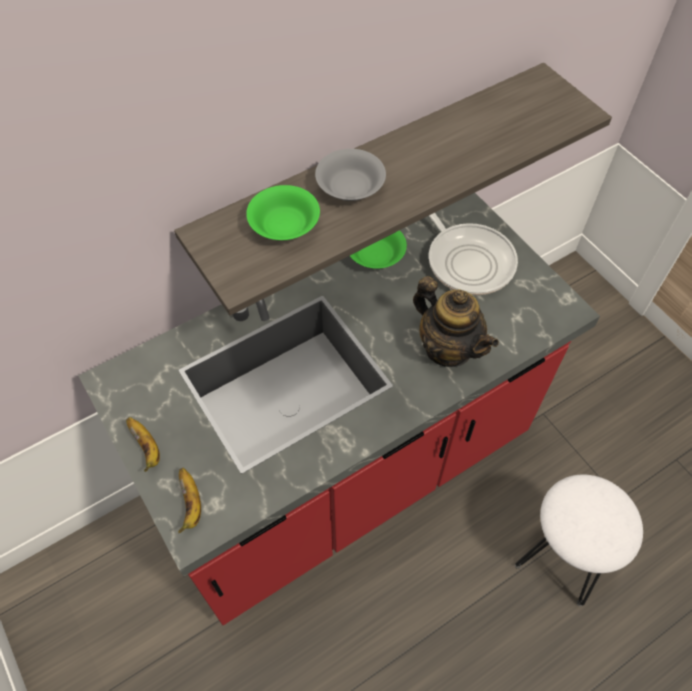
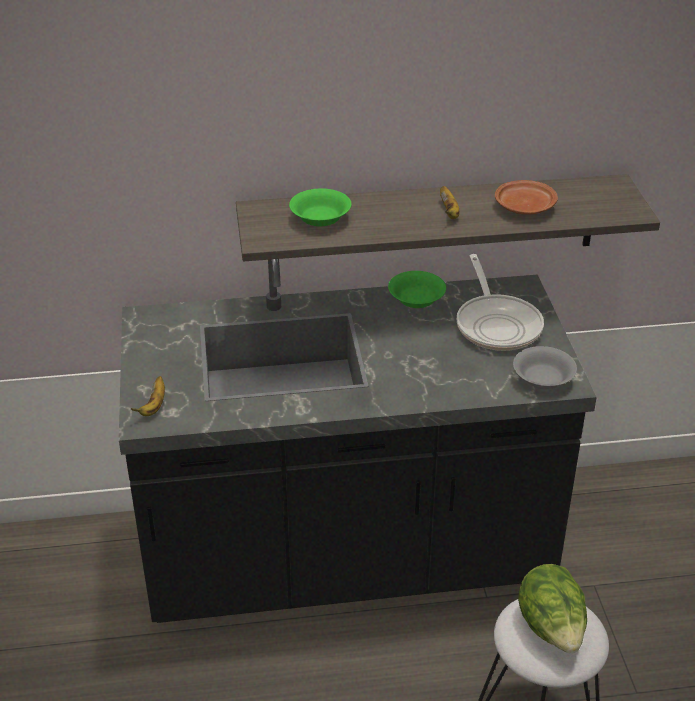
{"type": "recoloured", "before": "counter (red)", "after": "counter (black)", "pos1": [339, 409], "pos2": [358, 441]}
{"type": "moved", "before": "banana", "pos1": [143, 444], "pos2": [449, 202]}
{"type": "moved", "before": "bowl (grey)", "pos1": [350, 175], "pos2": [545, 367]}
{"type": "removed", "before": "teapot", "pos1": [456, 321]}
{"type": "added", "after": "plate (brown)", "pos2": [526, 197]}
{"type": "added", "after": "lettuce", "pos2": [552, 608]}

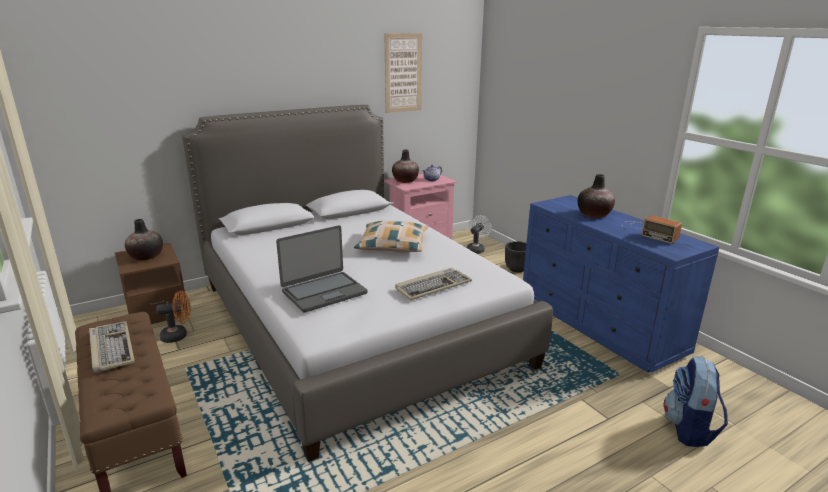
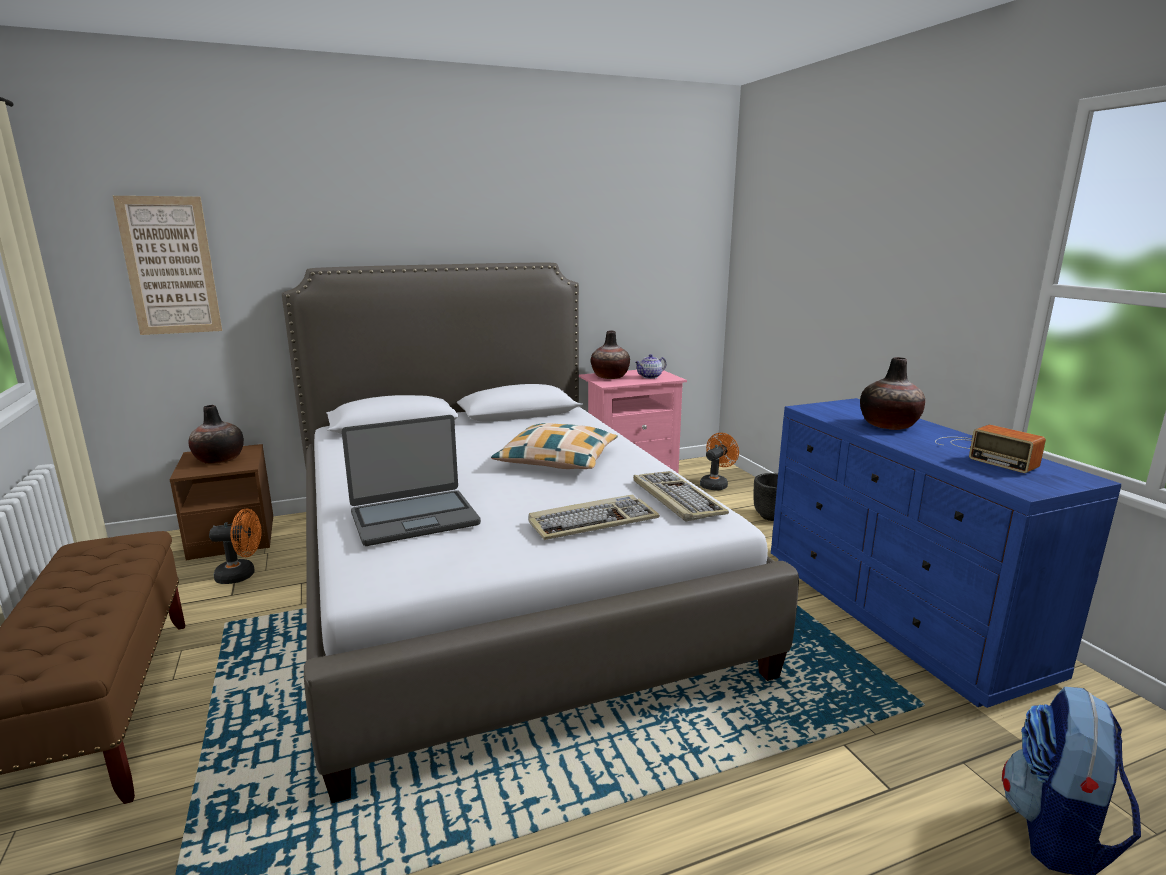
{"type": "moved", "before": "keyboard", "pos1": [112, 347], "pos2": [681, 496]}
{"type": "moved", "before": "picture", "pos1": [403, 73], "pos2": [167, 265]}
{"type": "recoloured", "before": "fan (white)", "after": "fan (orange)", "pos1": [479, 234], "pos2": [719, 462]}

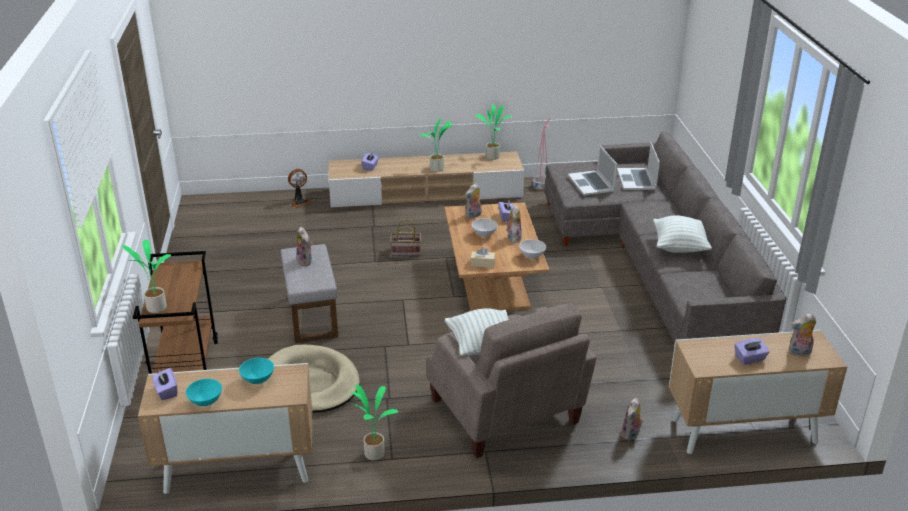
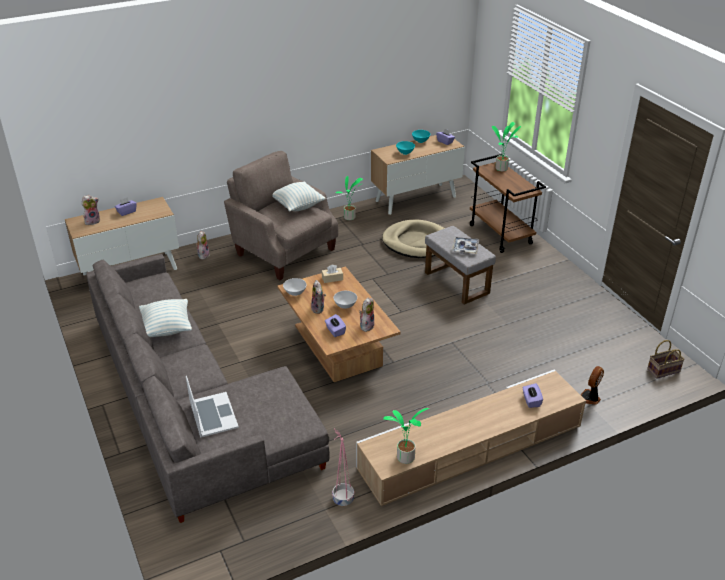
{"type": "replaced", "before": "plush toy", "after": "tray", "pos1": [304, 246], "pos2": [466, 245]}
{"type": "moved", "before": "basket", "pos1": [405, 237], "pos2": [666, 359]}
{"type": "removed", "before": "potted plant", "pos1": [435, 145]}
{"type": "removed", "before": "laptop", "pos1": [592, 170]}

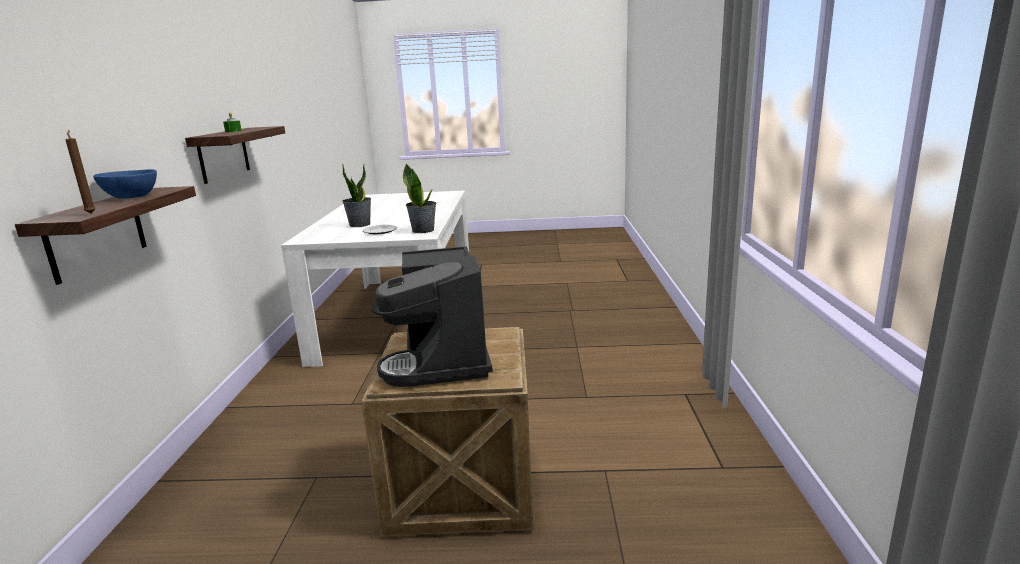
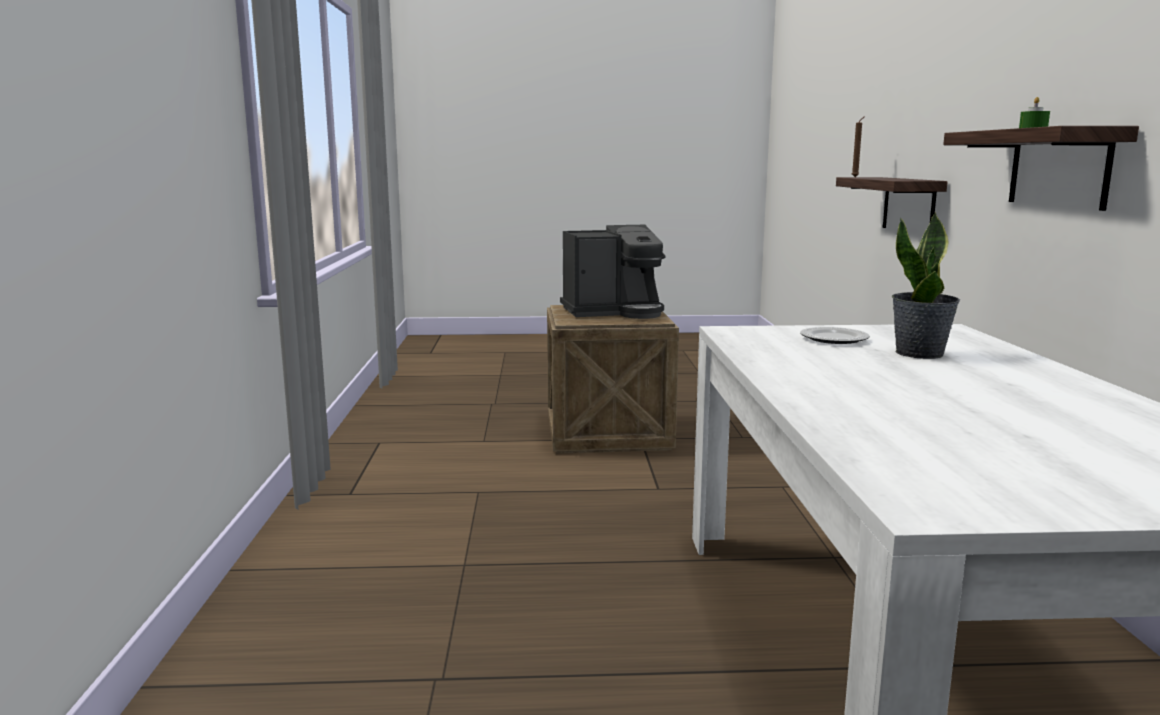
{"type": "removed", "before": "bowl (blue)", "pos1": [125, 184]}
{"type": "turned", "before": "coffee machine", "pos1": [432, 316], "pos2": [613, 272], "turn": 90}
{"type": "removed", "before": "potted plant", "pos1": [419, 198]}

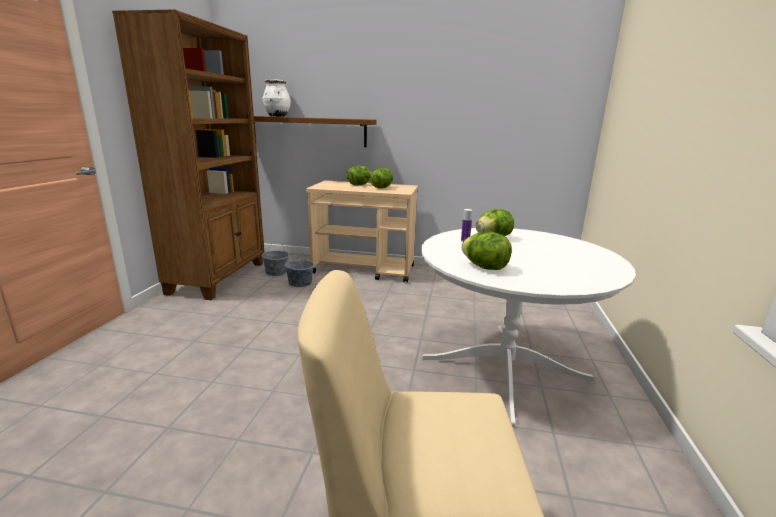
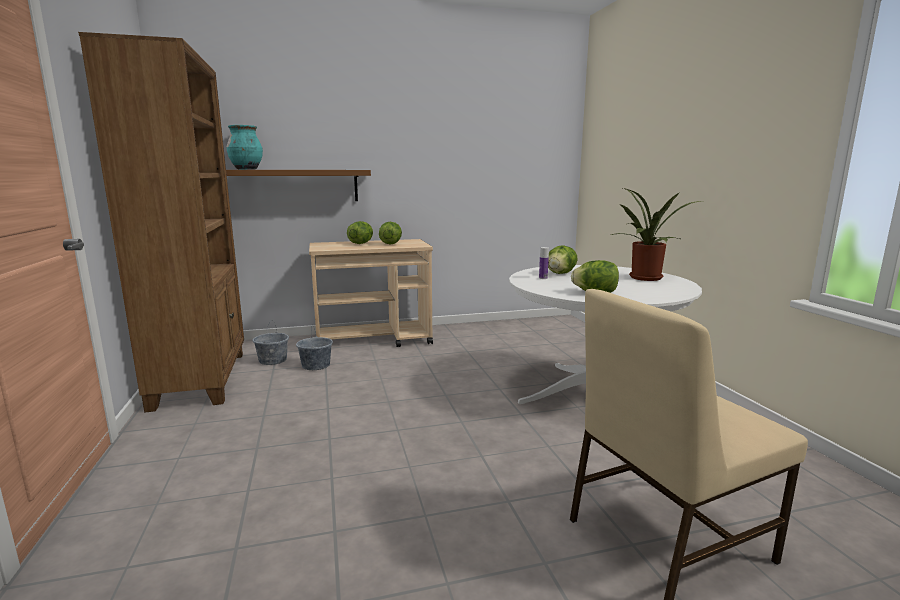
{"type": "recoloured", "before": "vase (white)", "after": "vase (turquoise)", "pos1": [277, 98], "pos2": [244, 147]}
{"type": "added", "after": "potted plant", "pos2": [656, 234]}

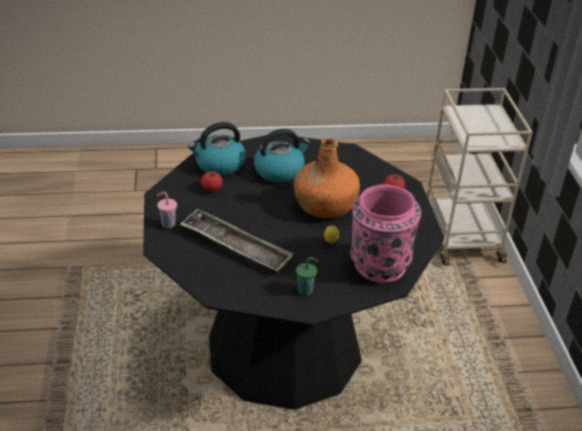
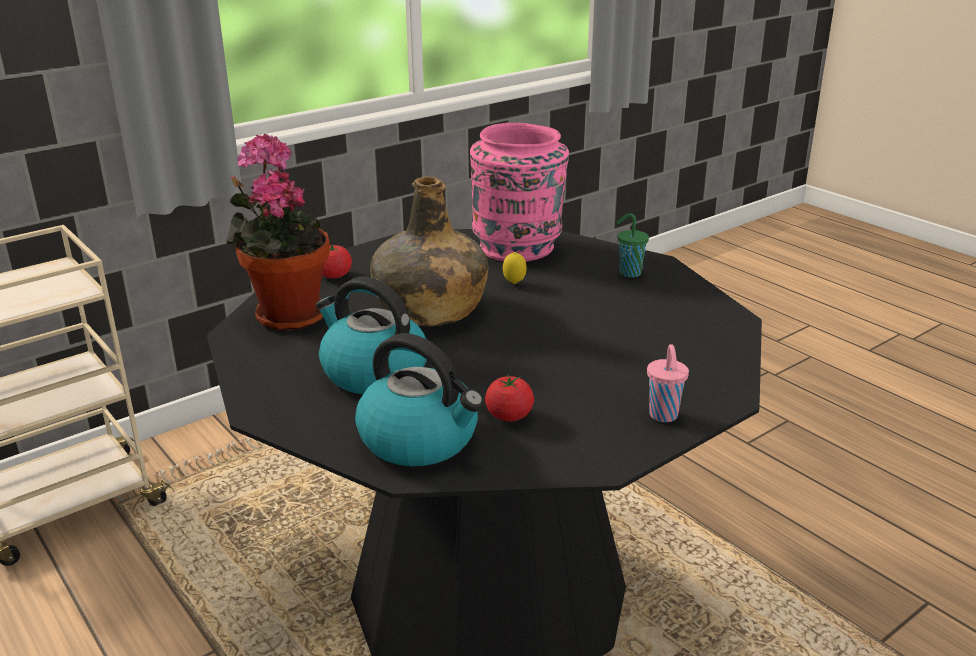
{"type": "removed", "before": "tray", "pos1": [237, 242]}
{"type": "recoloured", "before": "bottle (orange)", "after": "bottle (green)", "pos1": [327, 178], "pos2": [429, 251]}
{"type": "added", "after": "potted plant", "pos2": [278, 232]}

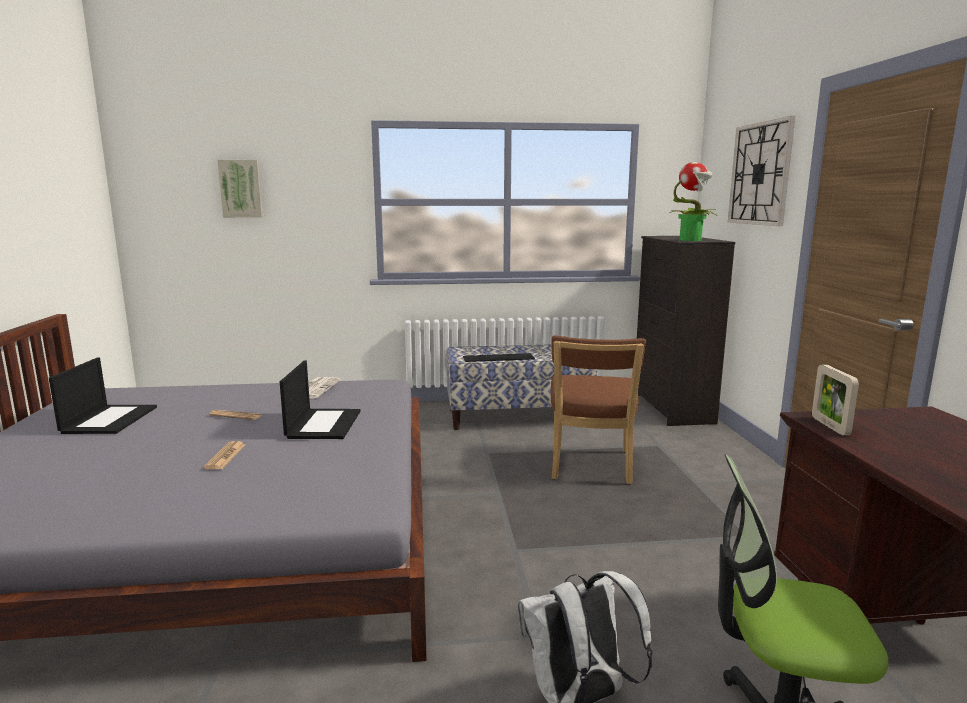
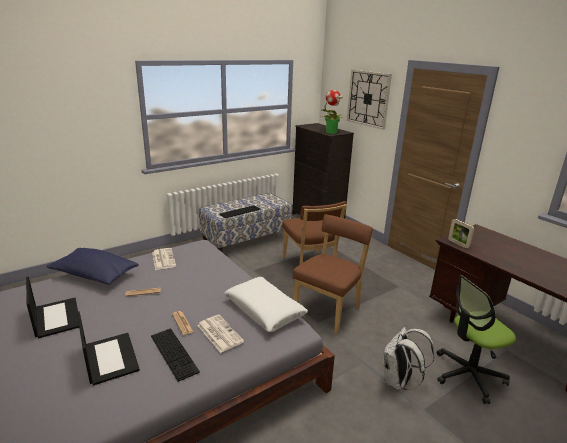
{"type": "removed", "before": "picture", "pos1": [240, 189]}
{"type": "moved", "before": "laptop", "pos1": [320, 399], "pos2": [108, 348]}
{"type": "added", "after": "pillow (blue)", "pos2": [92, 266]}
{"type": "added", "after": "keyboard", "pos2": [175, 355]}
{"type": "added", "after": "newspaper", "pos2": [220, 334]}
{"type": "added", "after": "pillow (white)", "pos2": [266, 304]}
{"type": "added", "after": "chair (brown)", "pos2": [333, 274]}

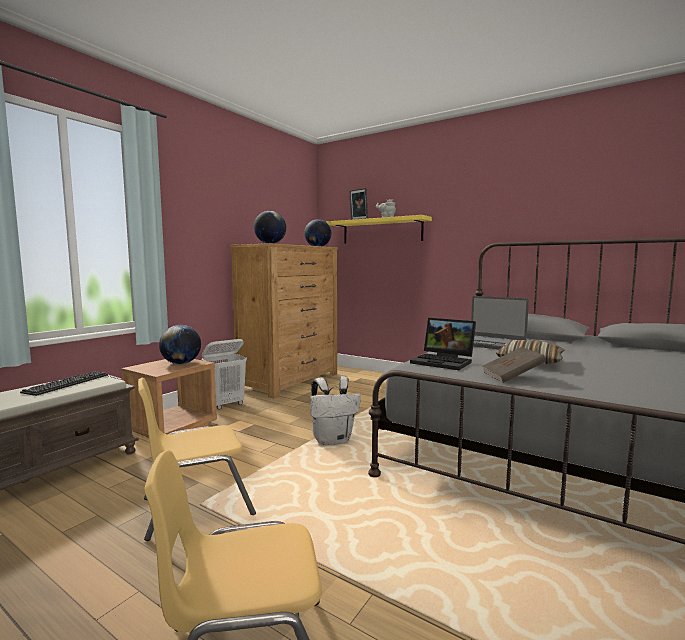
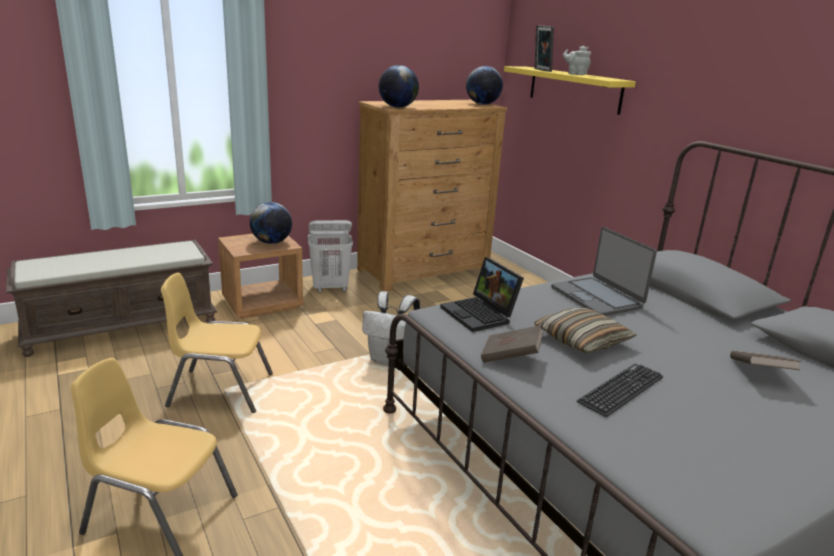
{"type": "moved", "before": "keyboard", "pos1": [64, 383], "pos2": [620, 390]}
{"type": "added", "after": "book (brown)", "pos2": [765, 360]}

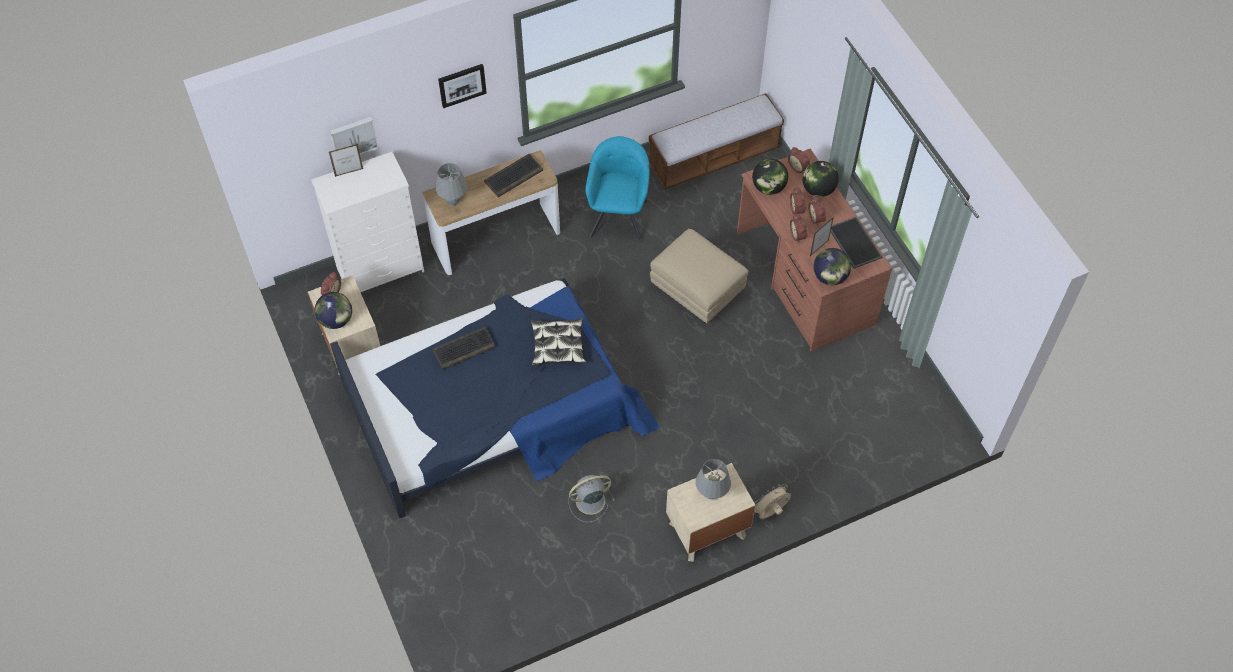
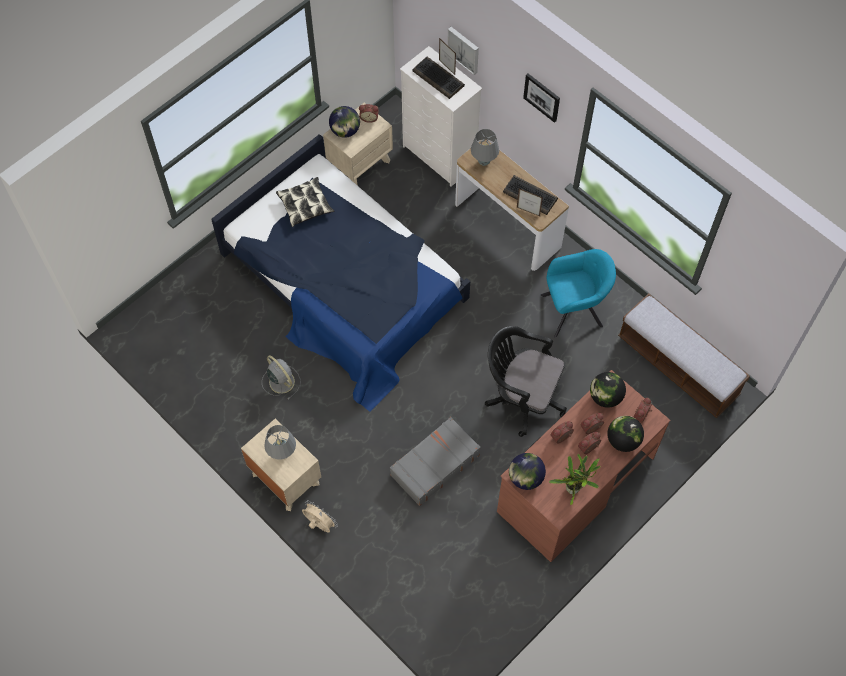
{"type": "moved", "before": "keyboard", "pos1": [464, 348], "pos2": [438, 78]}
{"type": "moved", "before": "pillow", "pos1": [558, 342], "pos2": [305, 202]}
{"type": "replaced", "before": "ottoman (beige)", "after": "office chair (black)", "pos1": [699, 276], "pos2": [526, 381]}
{"type": "moved", "before": "picture frame", "pos1": [821, 237], "pos2": [530, 202]}
{"type": "replaced", "before": "tray", "after": "potted plant", "pos1": [856, 243], "pos2": [575, 479]}
{"type": "added", "after": "suitcase (grey)", "pos2": [435, 461]}

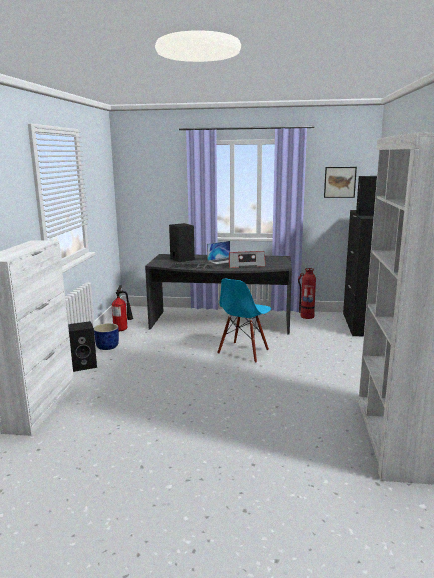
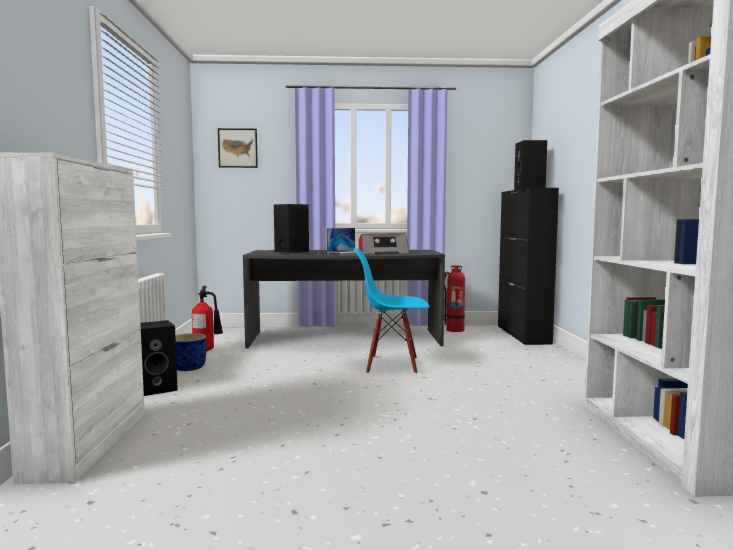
{"type": "turned", "before": "chair (blue)", "pos1": [244, 321], "pos2": [391, 311], "turn": 75}
{"type": "moved", "before": "picture", "pos1": [340, 182], "pos2": [238, 148]}

